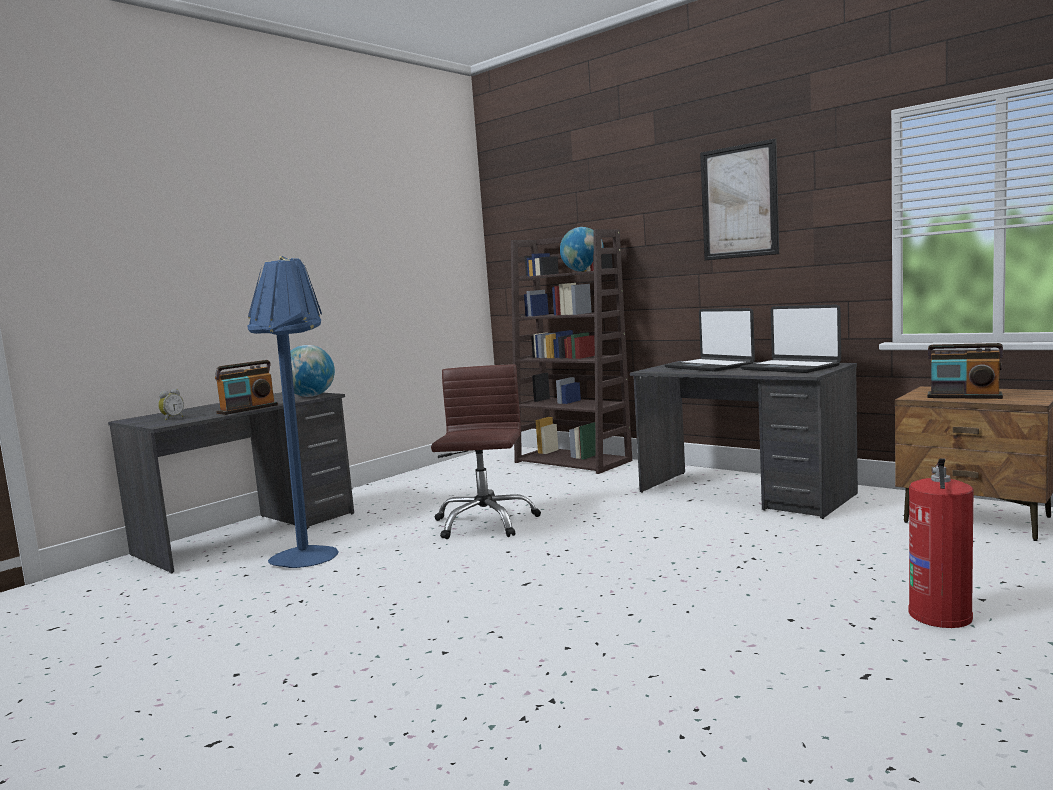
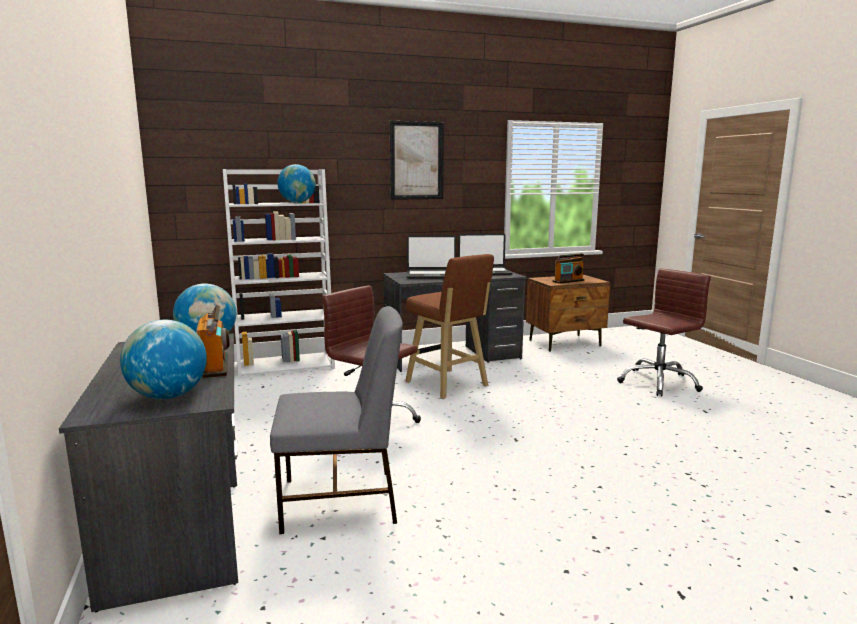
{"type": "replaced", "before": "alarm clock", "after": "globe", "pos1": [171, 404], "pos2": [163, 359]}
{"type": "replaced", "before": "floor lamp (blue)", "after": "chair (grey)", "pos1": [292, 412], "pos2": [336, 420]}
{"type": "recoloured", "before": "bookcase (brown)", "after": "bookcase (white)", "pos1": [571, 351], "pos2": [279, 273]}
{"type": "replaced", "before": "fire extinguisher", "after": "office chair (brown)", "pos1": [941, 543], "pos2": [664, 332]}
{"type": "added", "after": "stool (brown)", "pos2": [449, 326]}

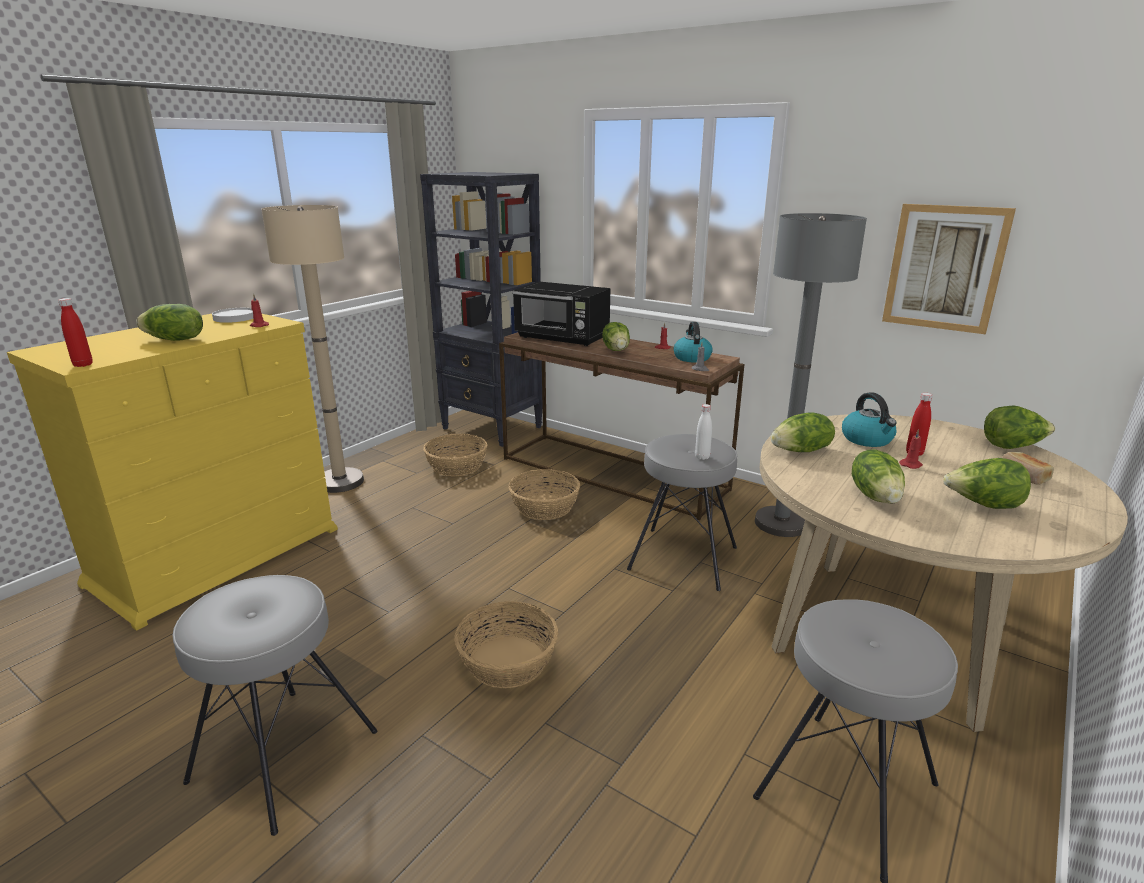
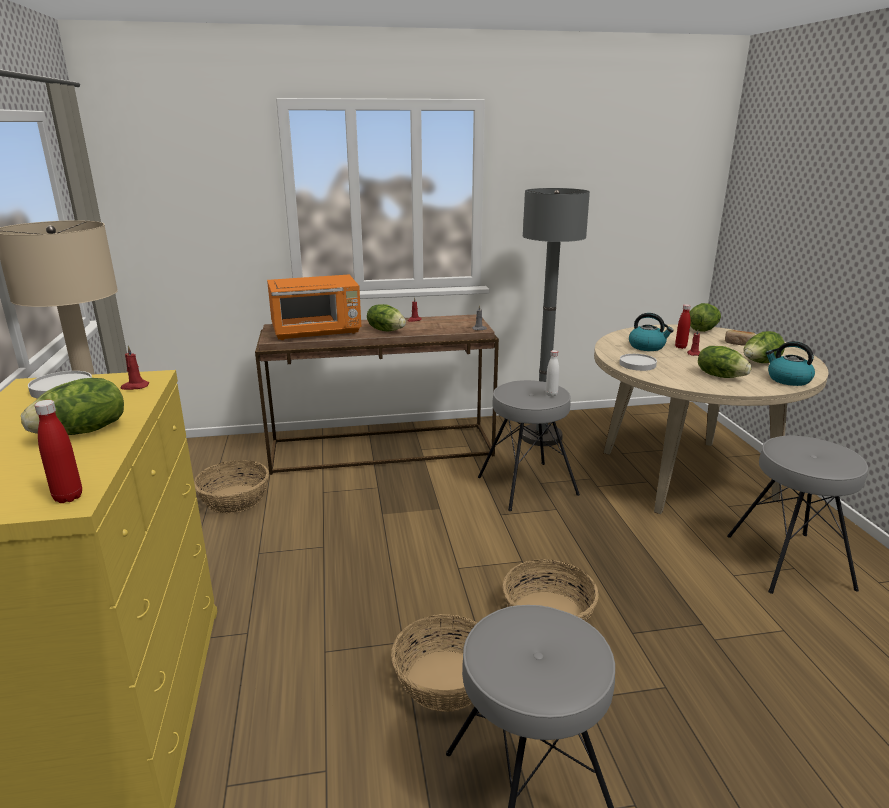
{"type": "removed", "before": "bookcase (black)", "pos1": [481, 309]}
{"type": "moved", "before": "basket", "pos1": [544, 494], "pos2": [434, 663]}
{"type": "recoloured", "before": "microwave (black)", "after": "microwave (orange)", "pos1": [561, 314], "pos2": [314, 307]}
{"type": "moved", "before": "kettle", "pos1": [693, 342], "pos2": [790, 363]}
{"type": "replaced", "before": "lettuce", "after": "plate (white)", "pos1": [803, 432], "pos2": [638, 362]}
{"type": "removed", "before": "picture", "pos1": [949, 269]}

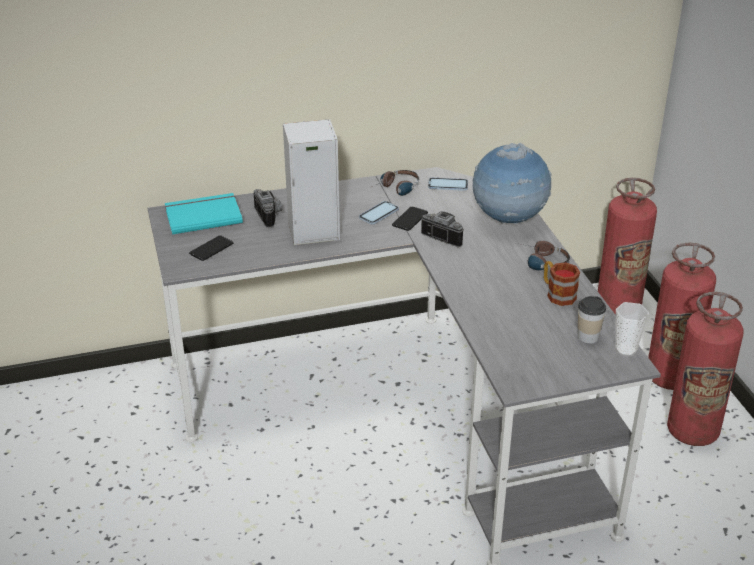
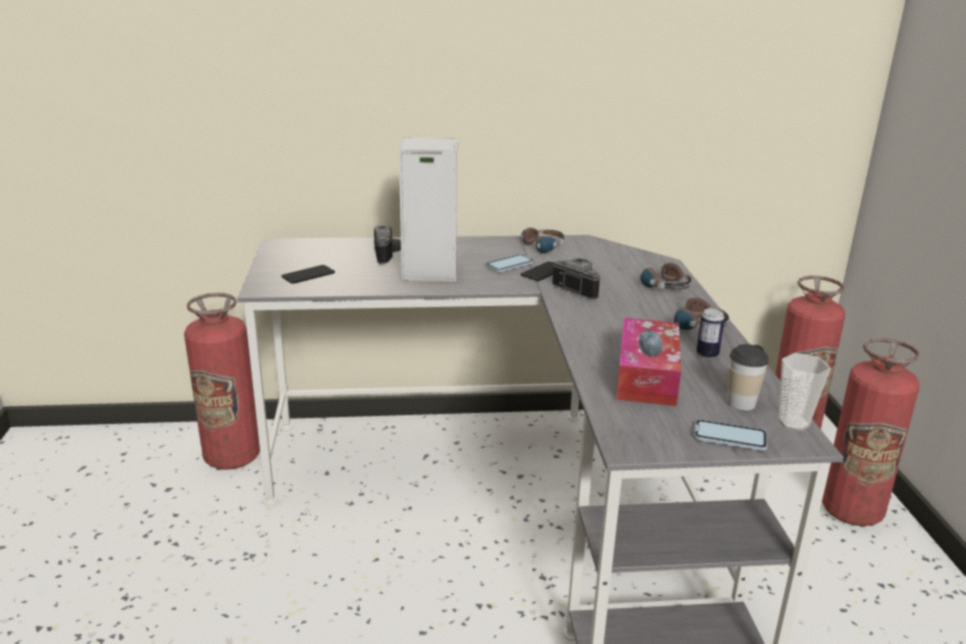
{"type": "removed", "before": "book (turquoise)", "pos1": [204, 214]}
{"type": "moved", "before": "phone", "pos1": [448, 184], "pos2": [731, 435]}
{"type": "replaced", "before": "globe", "after": "headphones", "pos1": [512, 183], "pos2": [666, 275]}
{"type": "replaced", "before": "mug", "after": "can", "pos1": [562, 283], "pos2": [710, 333]}
{"type": "moved", "before": "fire extinguisher", "pos1": [705, 369], "pos2": [222, 381]}
{"type": "added", "after": "tissue box", "pos2": [648, 362]}

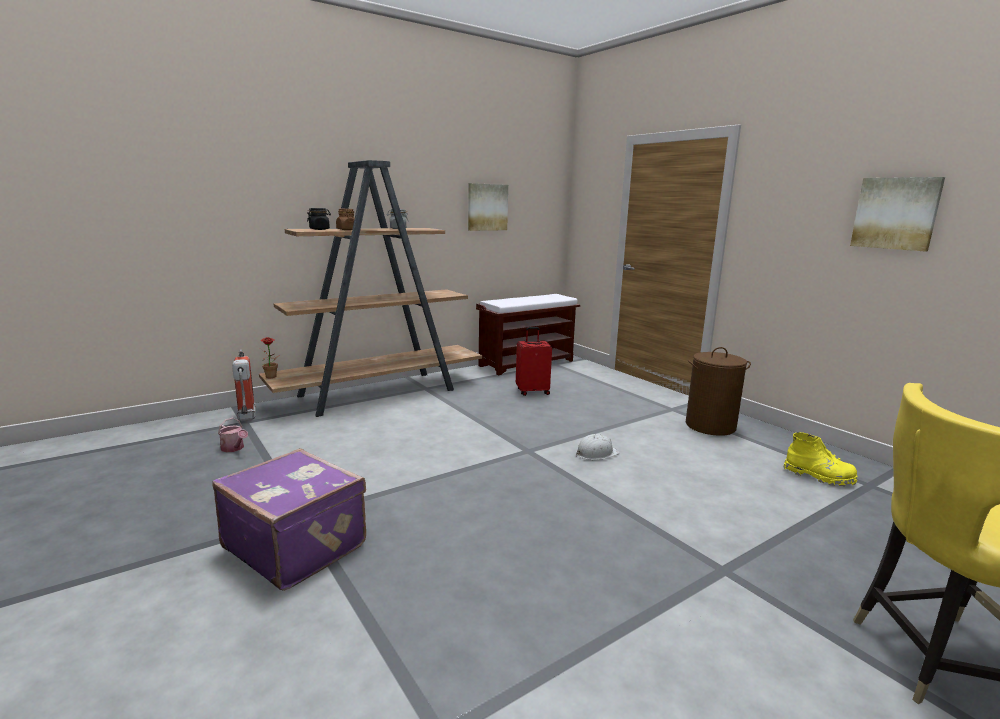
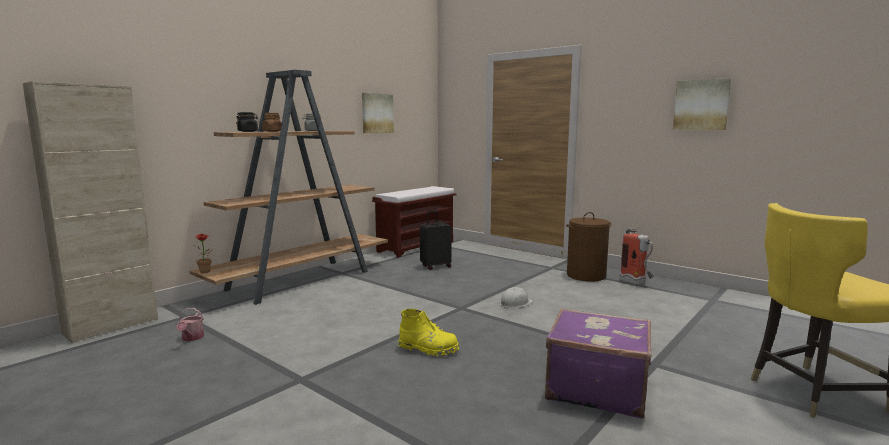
{"type": "moved", "before": "suitcase (purple)", "pos1": [289, 519], "pos2": [598, 363]}
{"type": "turned", "before": "watering can", "pos1": [233, 435], "pos2": [190, 324], "turn": 60}
{"type": "moved", "before": "fire extinguisher", "pos1": [244, 385], "pos2": [636, 257]}
{"type": "recoloured", "before": "suitcase (red)", "after": "suitcase (black)", "pos1": [534, 361], "pos2": [435, 240]}
{"type": "moved", "before": "boot (yellow)", "pos1": [821, 459], "pos2": [428, 333]}
{"type": "added", "after": "cabinet (beige)", "pos2": [90, 212]}

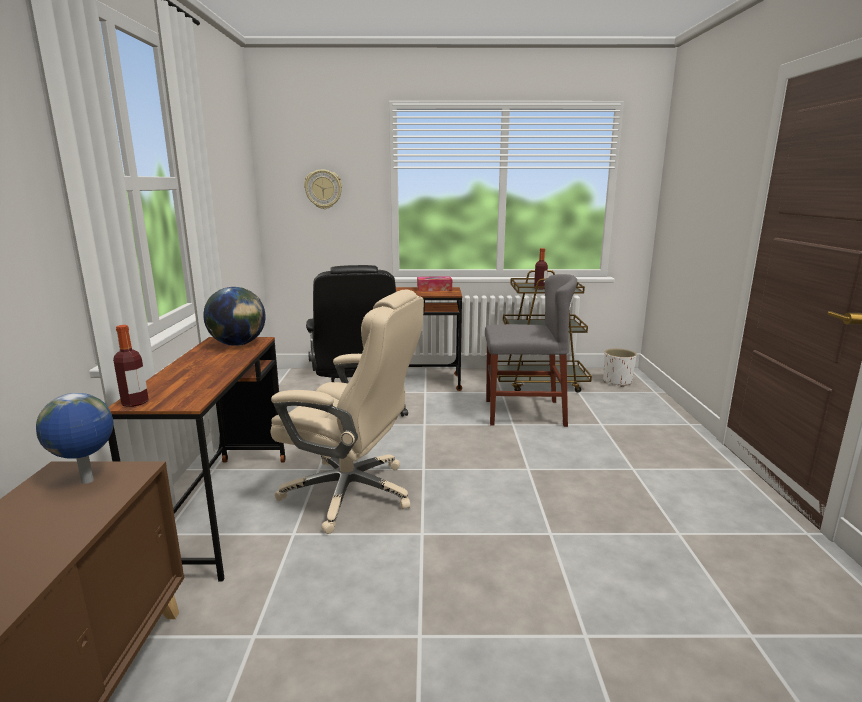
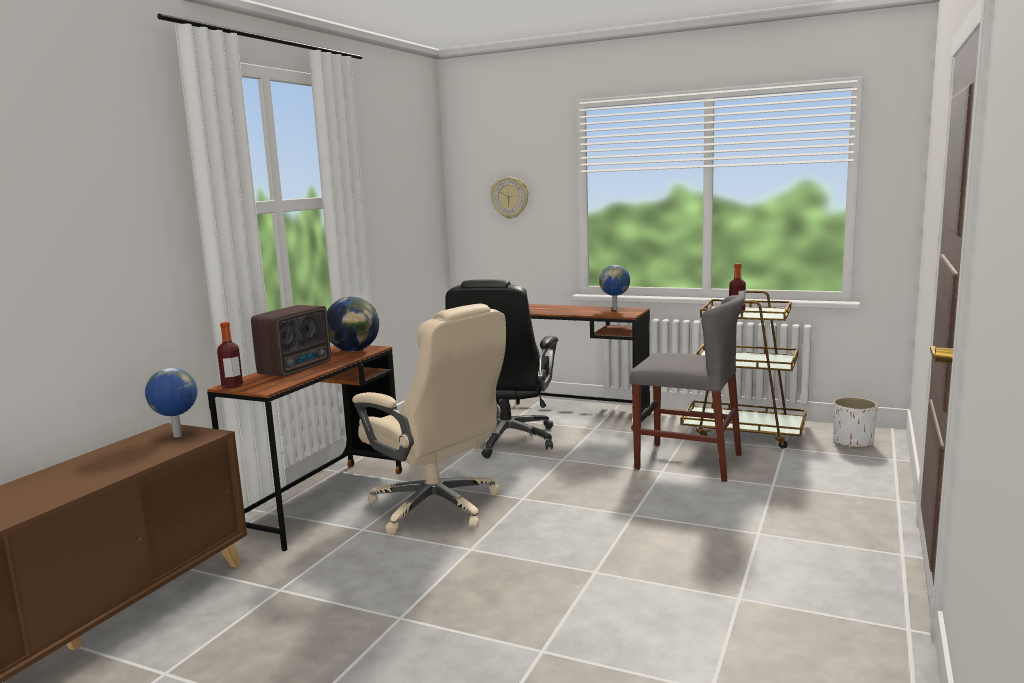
{"type": "replaced", "before": "tissue box", "after": "globe", "pos1": [434, 283], "pos2": [614, 287]}
{"type": "added", "after": "radio", "pos2": [291, 341]}

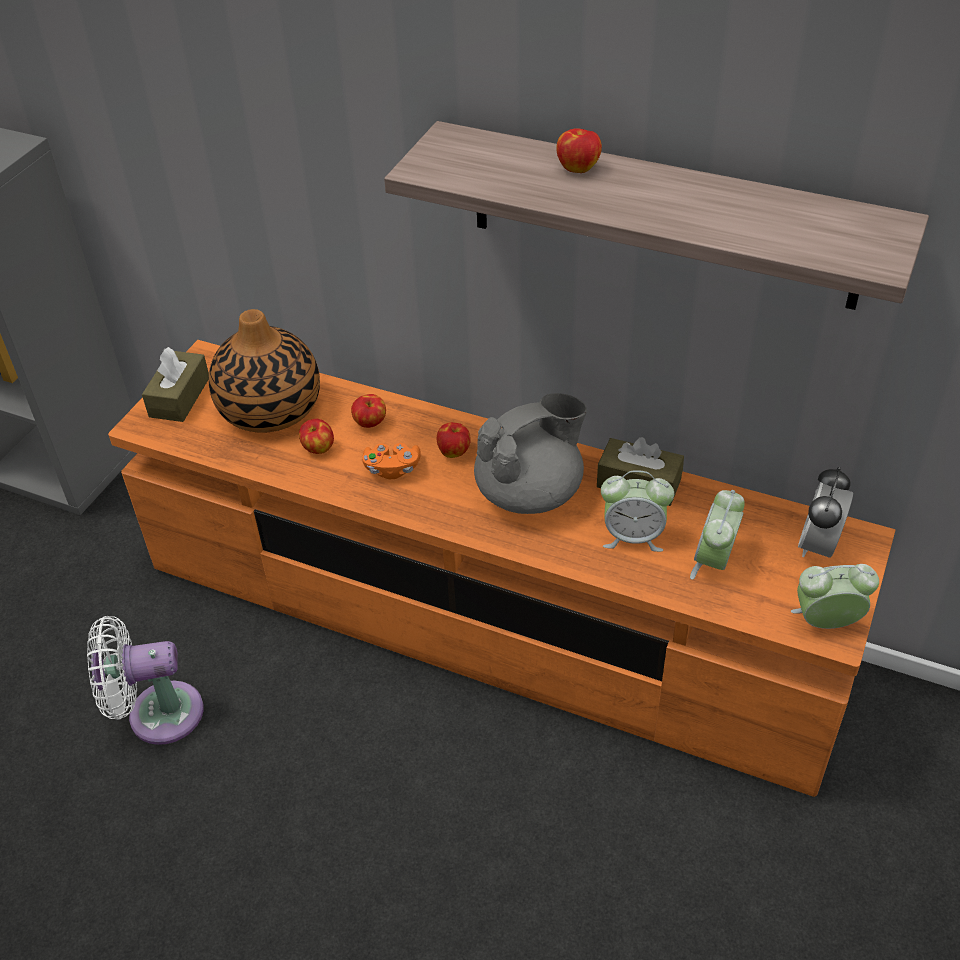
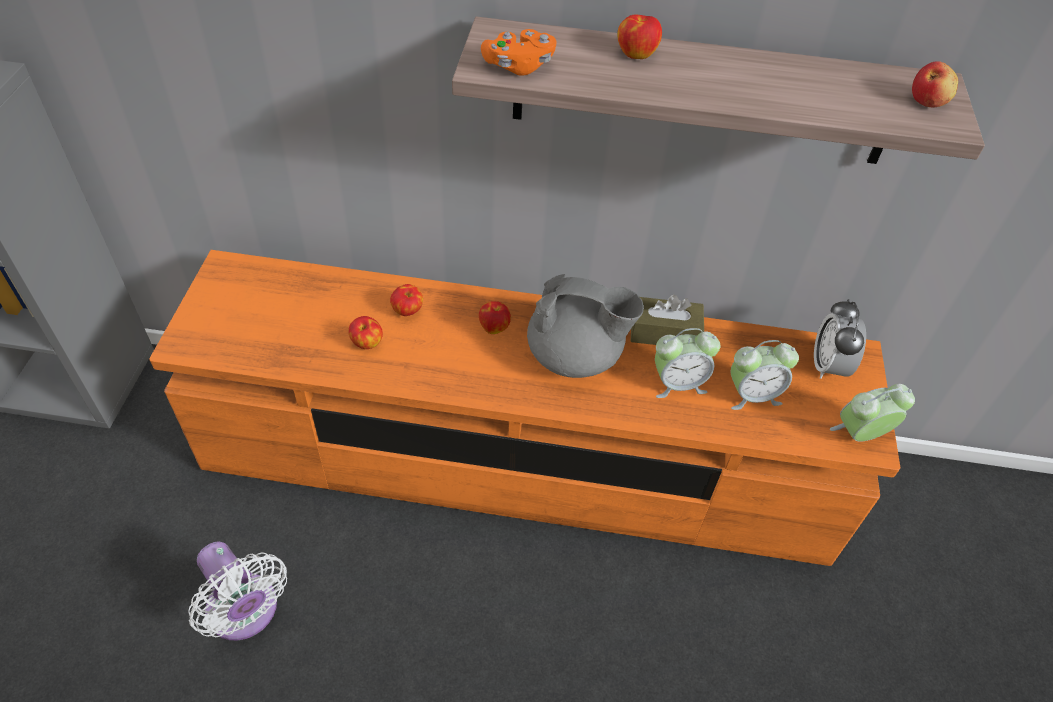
{"type": "turned", "before": "fan (white)", "pos1": [145, 680], "pos2": [237, 590], "turn": -105}
{"type": "removed", "before": "tissue box (brown)", "pos1": [175, 384]}
{"type": "removed", "before": "vase", "pos1": [264, 371]}
{"type": "moved", "before": "game controller (orange)", "pos1": [391, 461], "pos2": [519, 52]}
{"type": "turned", "before": "teapot (grey)", "pos1": [530, 453], "pos2": [585, 326], "turn": 60}
{"type": "turned", "before": "alarm clock", "pos1": [717, 535], "pos2": [765, 375], "turn": -105}
{"type": "added", "after": "apple", "pos2": [935, 84]}

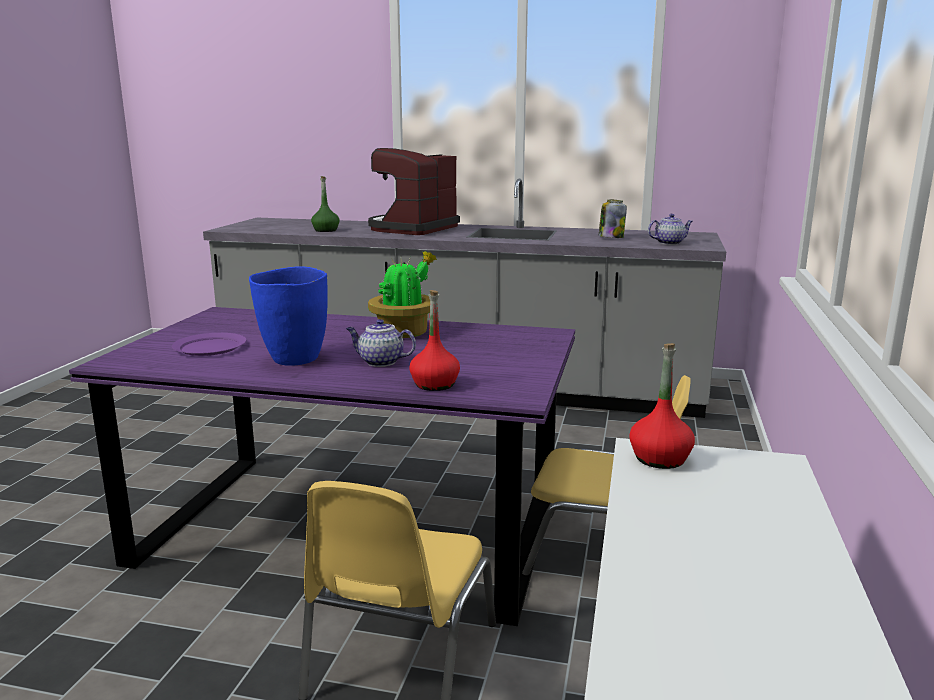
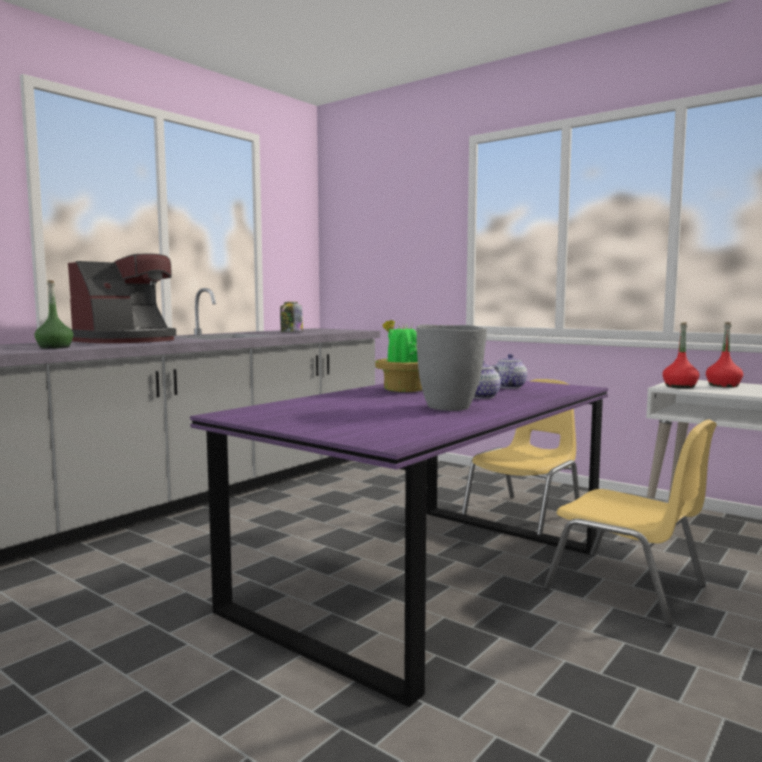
{"type": "removed", "before": "plate (purple)", "pos1": [209, 344]}
{"type": "recoloured", "before": "vase (blue)", "after": "vase (grey)", "pos1": [288, 316], "pos2": [451, 367]}
{"type": "turned", "before": "coffee machine", "pos1": [414, 191], "pos2": [122, 298], "turn": -105}
{"type": "moved", "before": "bottle (red)", "pos1": [434, 340], "pos2": [724, 355]}
{"type": "moved", "before": "teapot", "pos1": [670, 229], "pos2": [511, 371]}

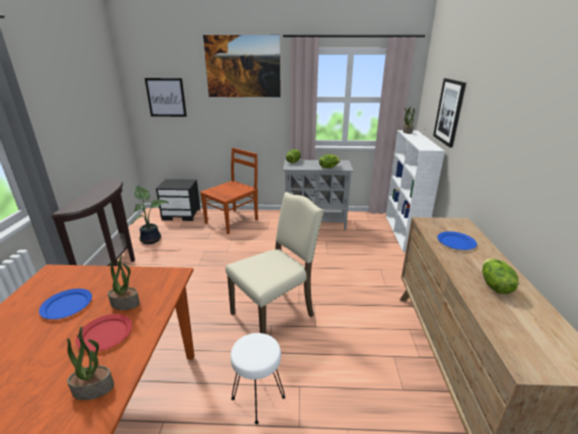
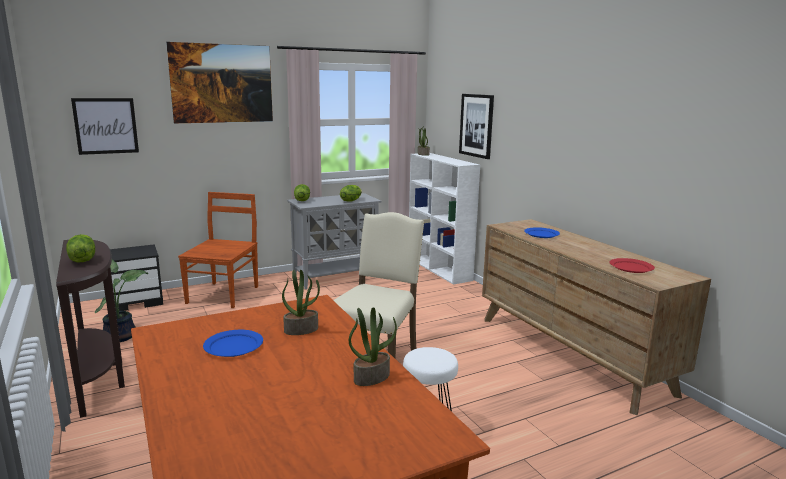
{"type": "moved", "before": "plate (red)", "pos1": [104, 333], "pos2": [632, 265]}
{"type": "moved", "before": "lettuce", "pos1": [500, 276], "pos2": [80, 248]}

